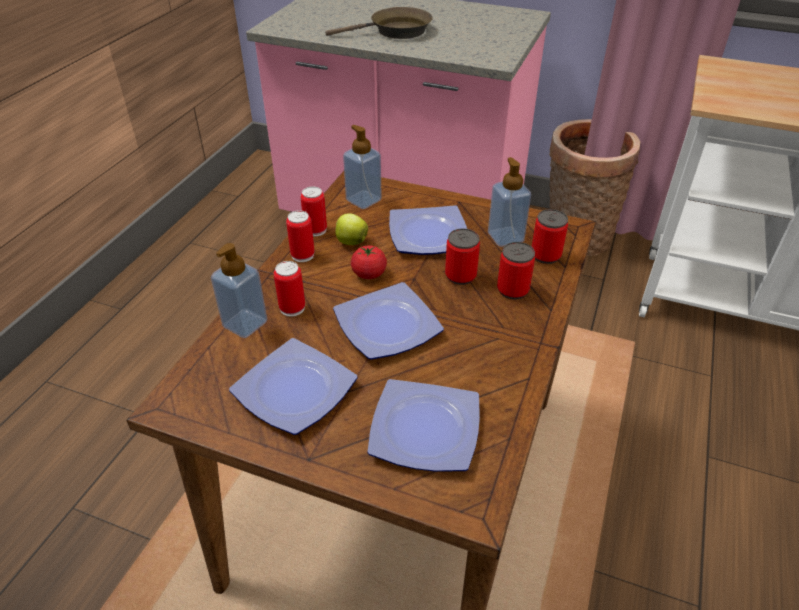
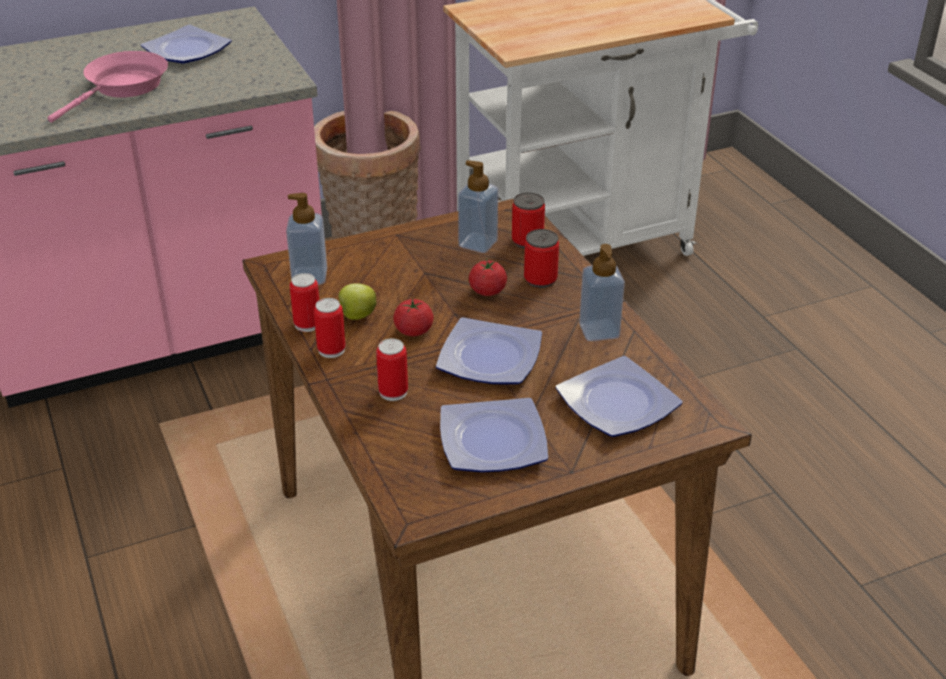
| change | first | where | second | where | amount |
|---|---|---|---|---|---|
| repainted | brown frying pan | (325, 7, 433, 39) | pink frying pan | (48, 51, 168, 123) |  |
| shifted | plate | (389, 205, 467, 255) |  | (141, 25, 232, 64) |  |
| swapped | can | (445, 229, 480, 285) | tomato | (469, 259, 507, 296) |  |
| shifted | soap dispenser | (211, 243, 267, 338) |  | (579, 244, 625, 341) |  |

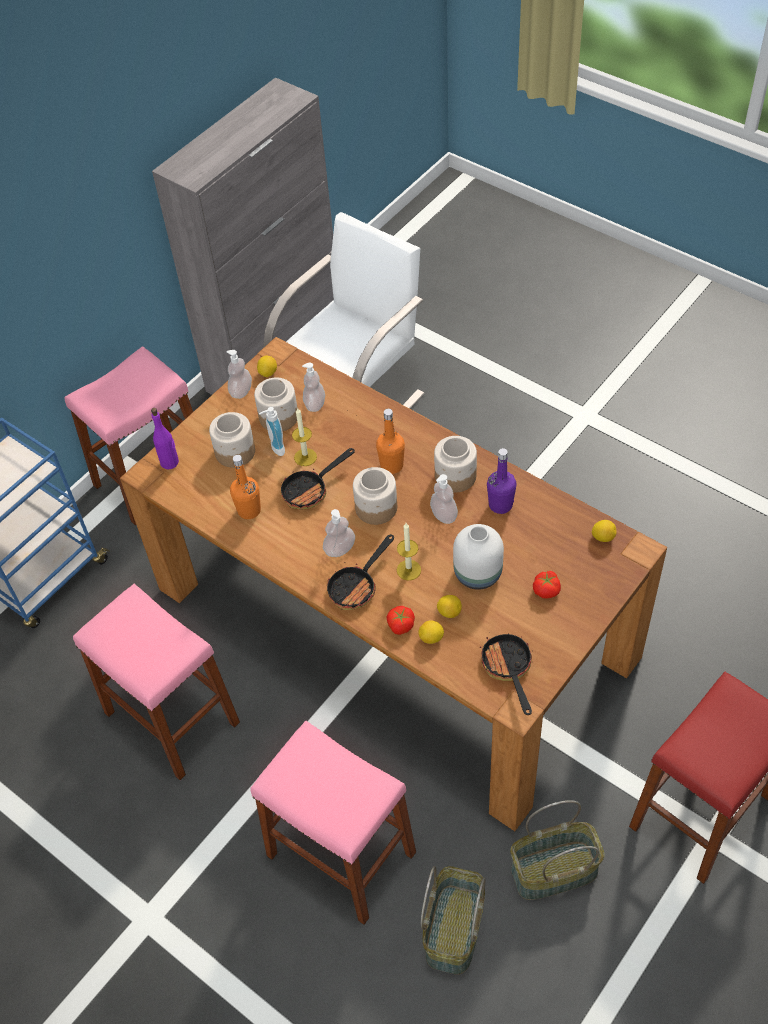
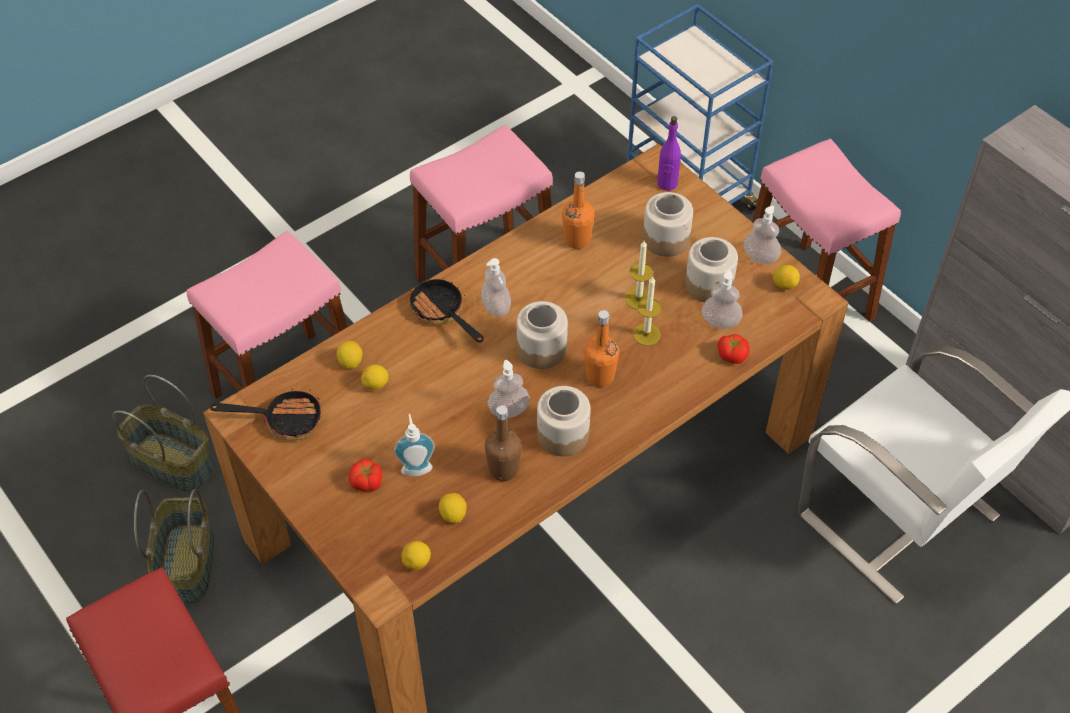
| change | first | where | second | where | amount |
|---|---|---|---|---|---|
| shifted | soap dispenser | (259, 407, 285, 456) |  | (394, 414, 435, 476) |  |
| gone | frying pan | (281, 448, 355, 509) |  |  |  |
| repainted | purple bottle | (487, 448, 516, 514) | brown bottle | (485, 405, 522, 481) |  |
| shifted | candle | (397, 523, 421, 580) |  | (633, 276, 662, 346) |  |
| gone | white vase | (453, 524, 504, 590) |  |  |  |
| shifted | tomato | (386, 606, 415, 635) |  | (717, 334, 750, 364) |  |
| new |  |  | lemon | (439, 493, 467, 523) |  |

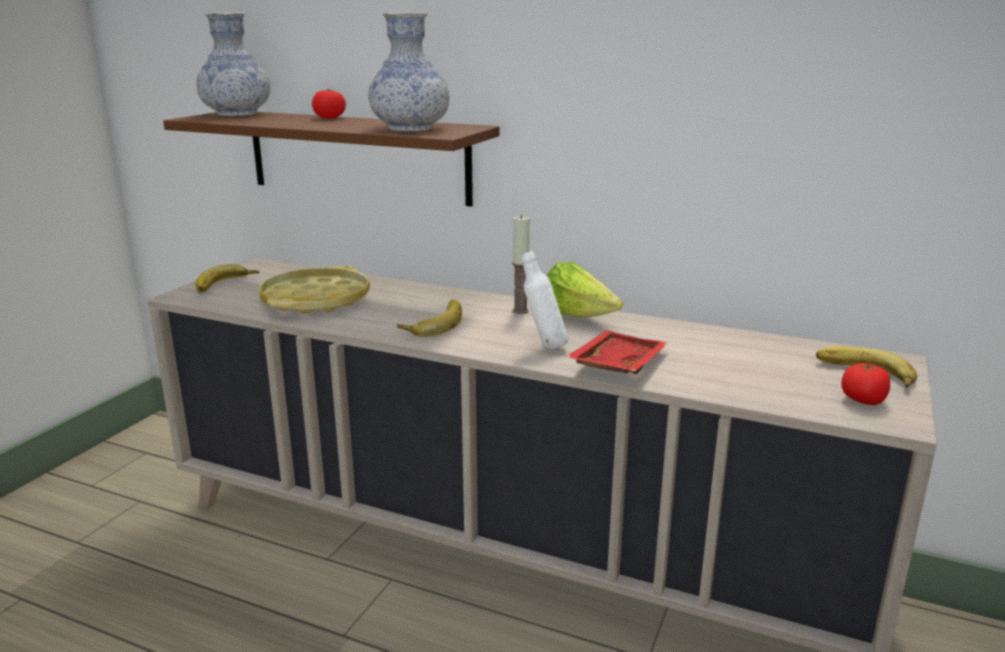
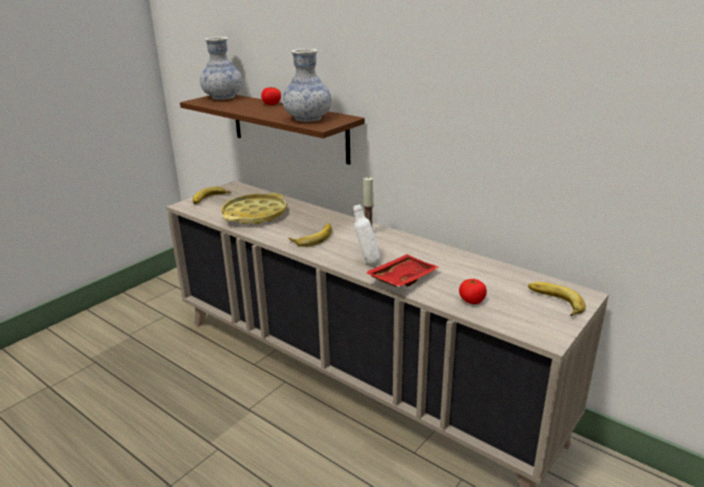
| change | first | where | second | where | amount |
|---|---|---|---|---|---|
| gone | lettuce | (547, 262, 623, 317) |  |  |  |
| shifted | tomato | (841, 363, 890, 405) |  | (459, 279, 487, 304) |  |

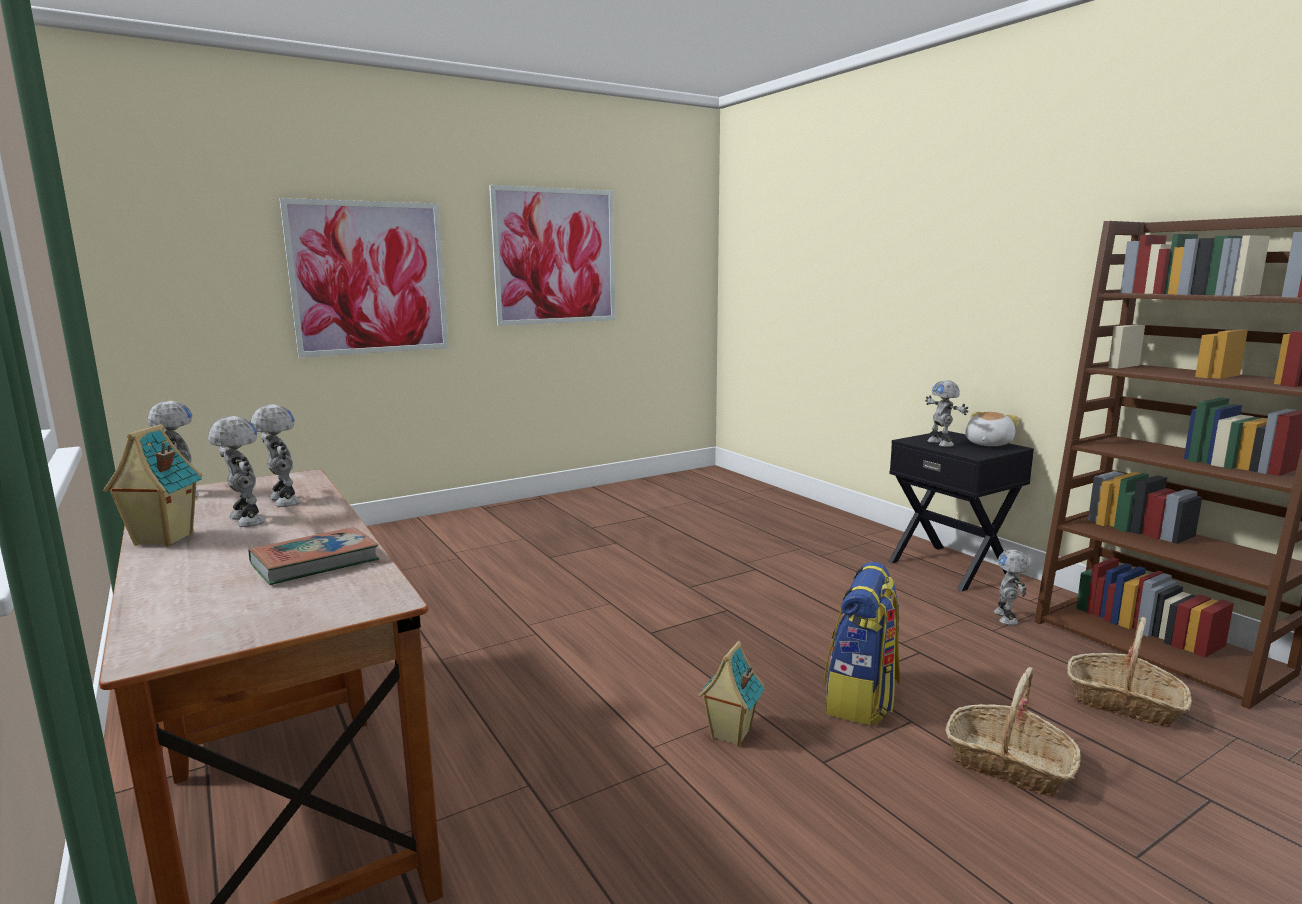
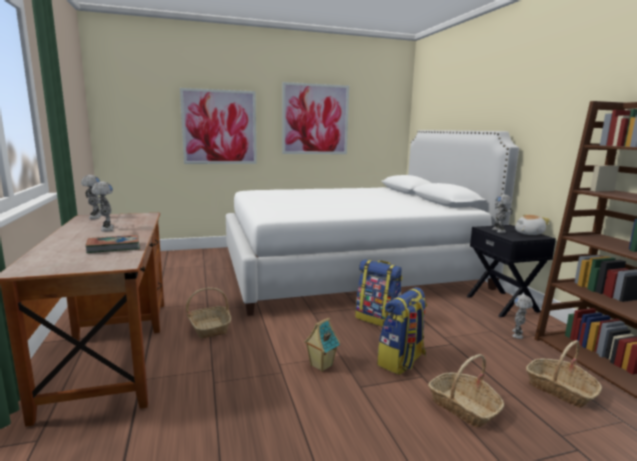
| change | first | where | second | where | amount |
|---|---|---|---|---|---|
| gone | toy robot | (250, 404, 301, 507) |  |  |  |
| gone | toy house | (103, 424, 202, 546) |  |  |  |
| new |  |  | white bed | (226, 130, 519, 316) |  |
| new |  |  | backpack | (356, 259, 403, 327) |  |
| new |  |  | basket | (186, 288, 231, 339) |  |

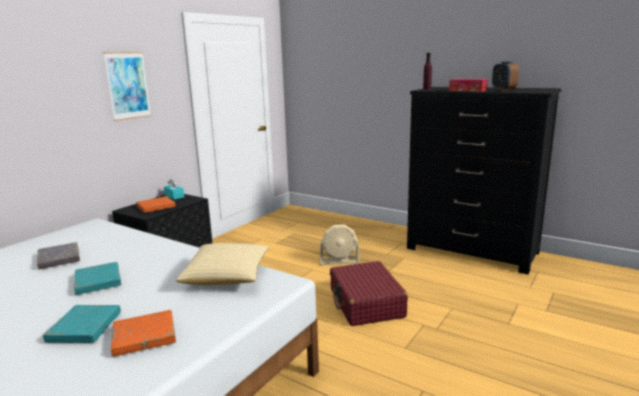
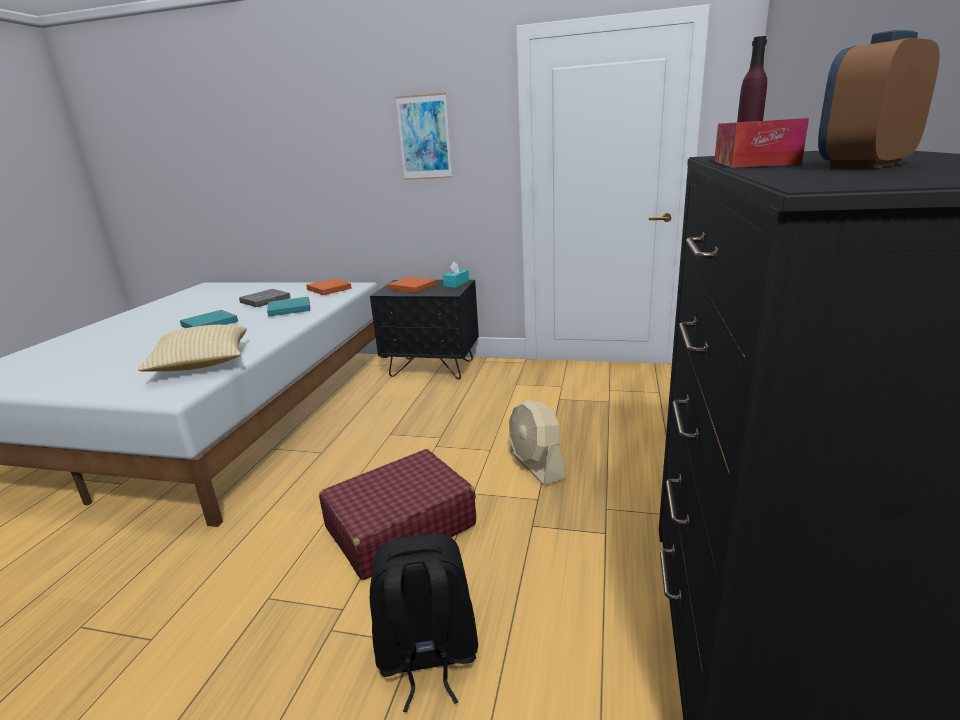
| change | first | where | second | where | amount |
|---|---|---|---|---|---|
| shifted | turquoise book | (43, 305, 121, 343) |  | (267, 297, 311, 316) |  |
| shifted | orange book | (111, 310, 176, 357) |  | (306, 279, 351, 295) |  |
| new |  |  | black backpack | (370, 533, 478, 712) |  |

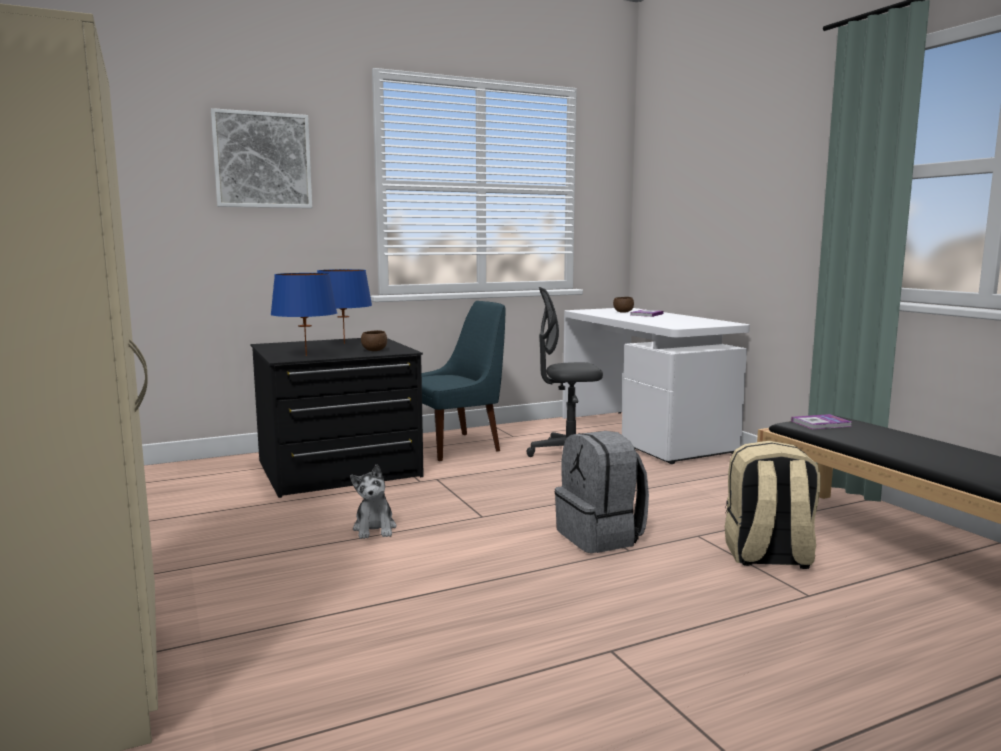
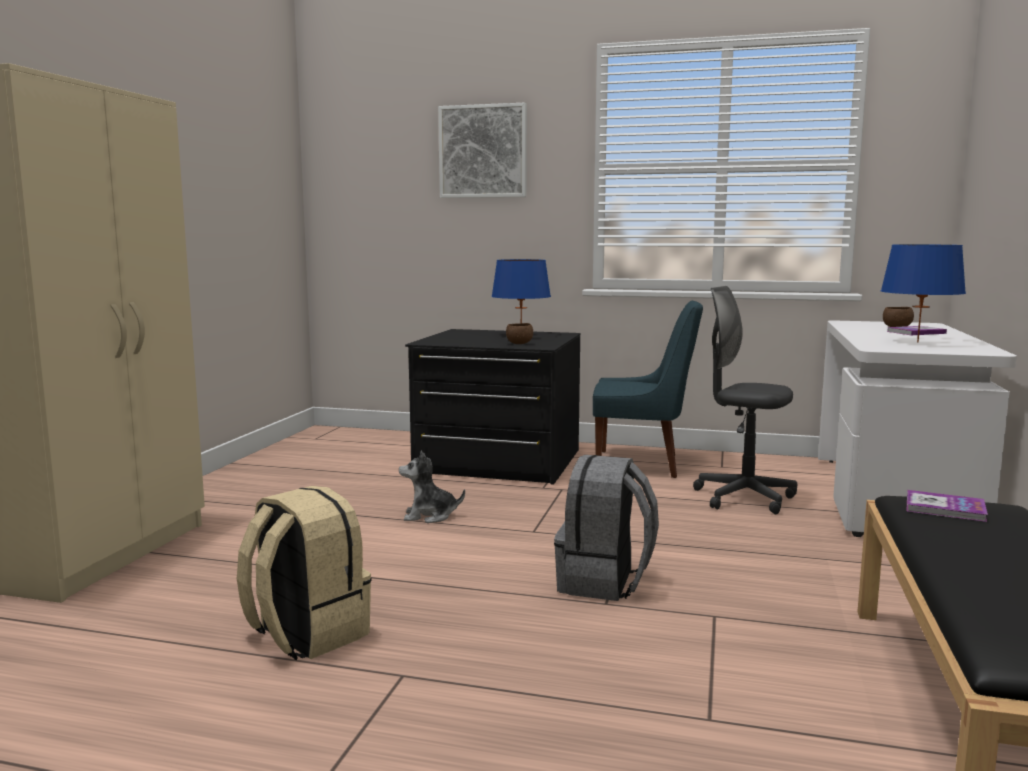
| change | first | where | second | where | amount |
|---|---|---|---|---|---|
| shifted | blue table lamp | (270, 273, 337, 356) |  | (881, 244, 966, 343) |  |
| shifted | beige backpack | (725, 441, 821, 569) |  | (237, 486, 372, 660) |  |
| rotated | plush toy | (350, 465, 397, 539) |  | (399, 451, 465, 523) | 60 degrees clockwise |

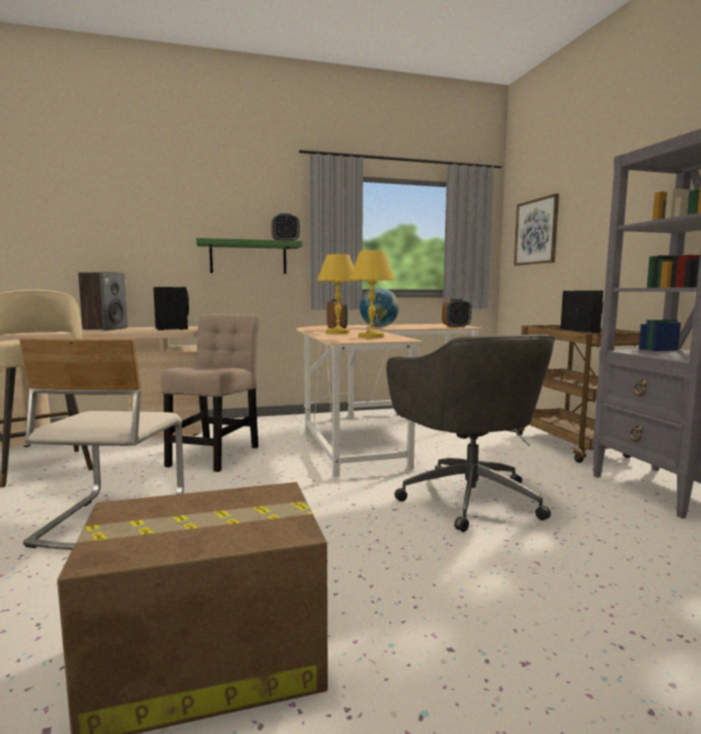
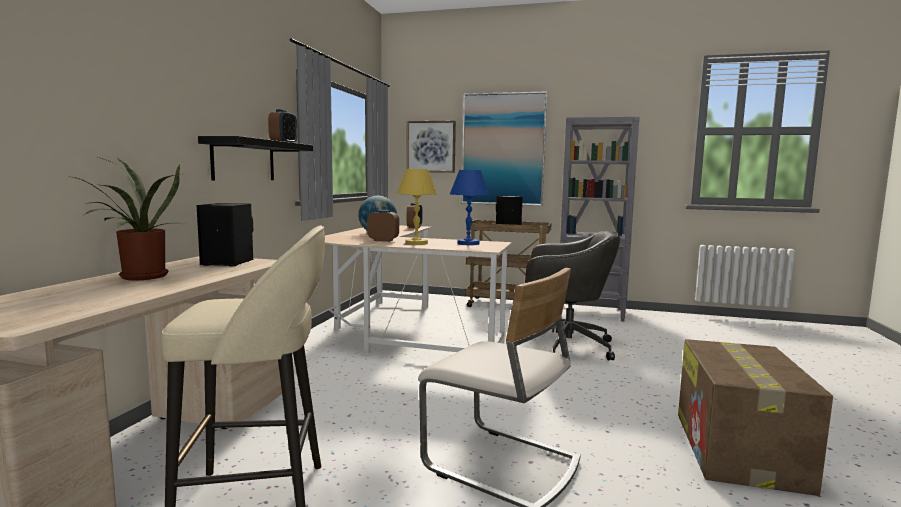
| change | first | where | second | where | amount |
|---|---|---|---|---|---|
| repainted | green shelf | (196, 238, 302, 274) | black shelf | (198, 136, 313, 180) |  |
| repainted | yellow table lamp | (349, 250, 395, 338) | blue table lamp | (450, 170, 489, 245) |  |
| swapped | speaker | (78, 272, 128, 331) | potted plant | (73, 157, 192, 280) |  |
| gone | beige chair | (161, 314, 260, 472) |  |  |  |
| new |  |  | picture | (461, 92, 547, 206) |  |

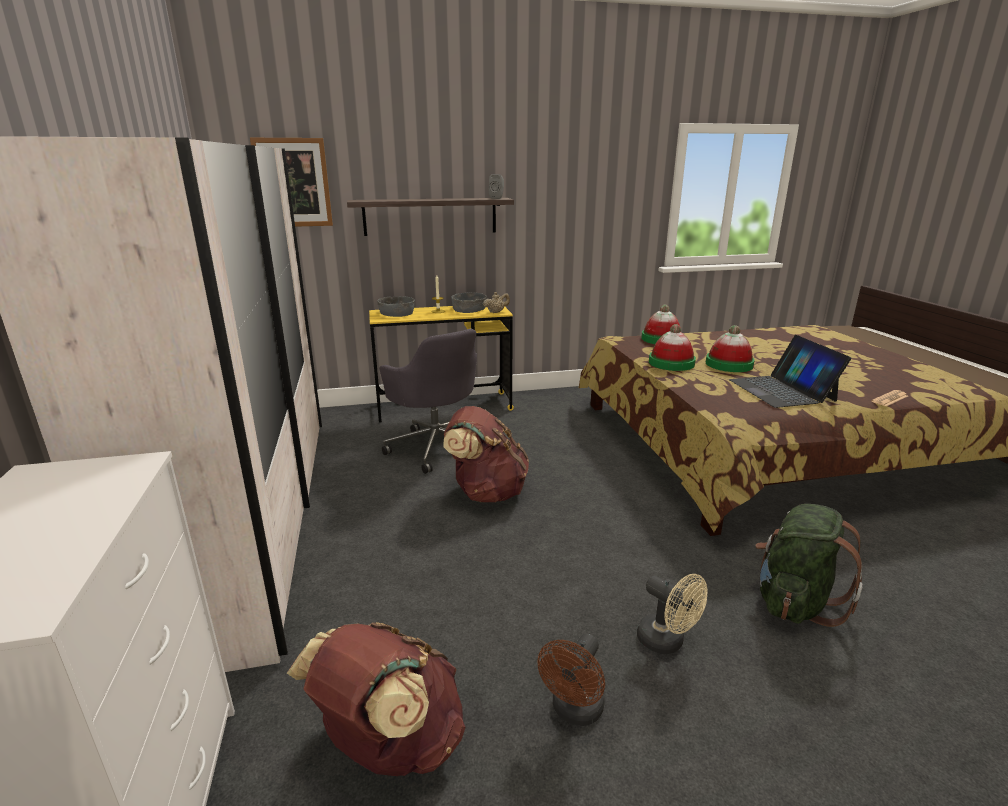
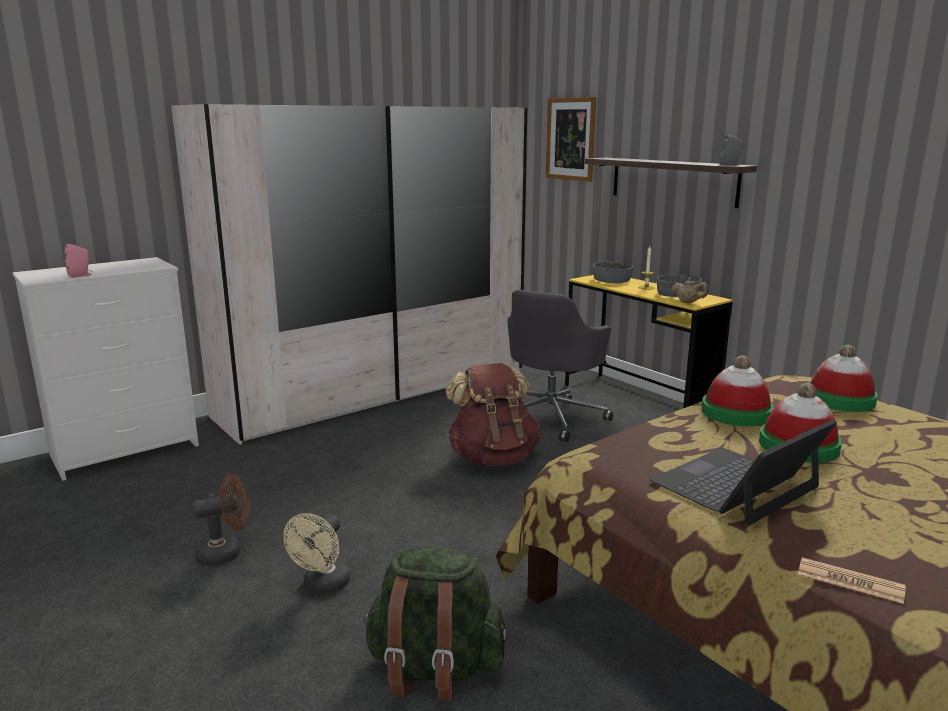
| change | first | where | second | where | amount |
|---|---|---|---|---|---|
| gone | brown backpack | (287, 622, 465, 776) |  |  |  |
| rotated | brown fan | (537, 633, 605, 726) |  | (192, 474, 249, 566) | 150 degrees clockwise |
| new |  |  | pink speaker | (64, 244, 92, 278) |  |

